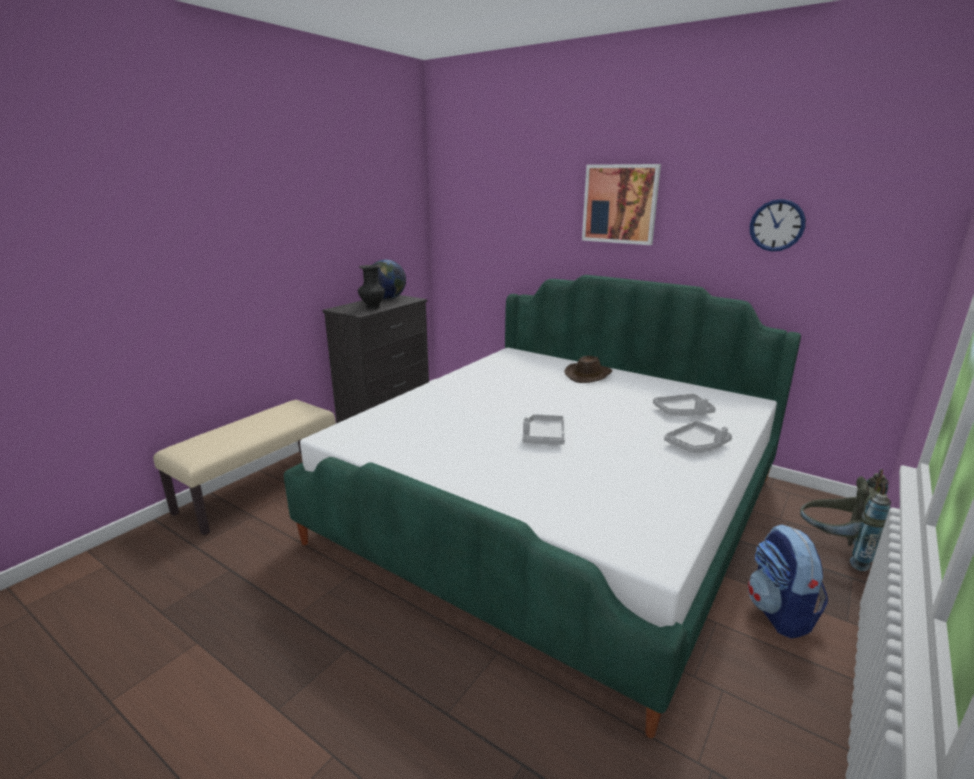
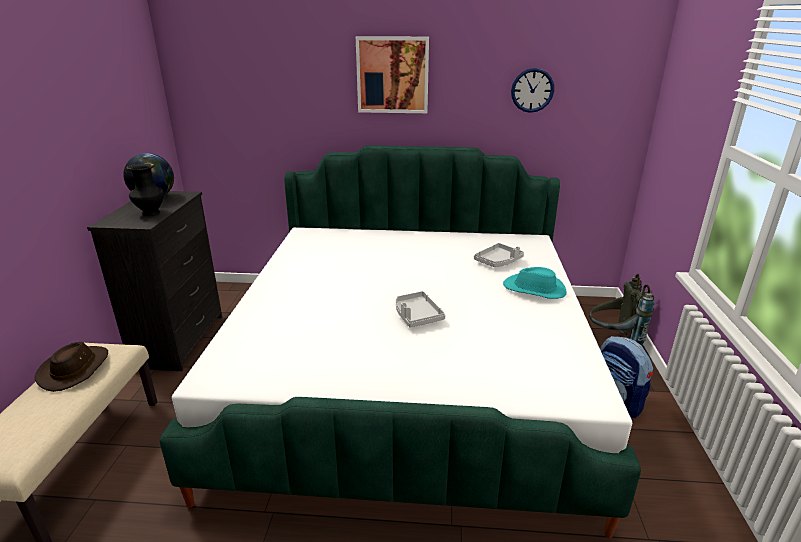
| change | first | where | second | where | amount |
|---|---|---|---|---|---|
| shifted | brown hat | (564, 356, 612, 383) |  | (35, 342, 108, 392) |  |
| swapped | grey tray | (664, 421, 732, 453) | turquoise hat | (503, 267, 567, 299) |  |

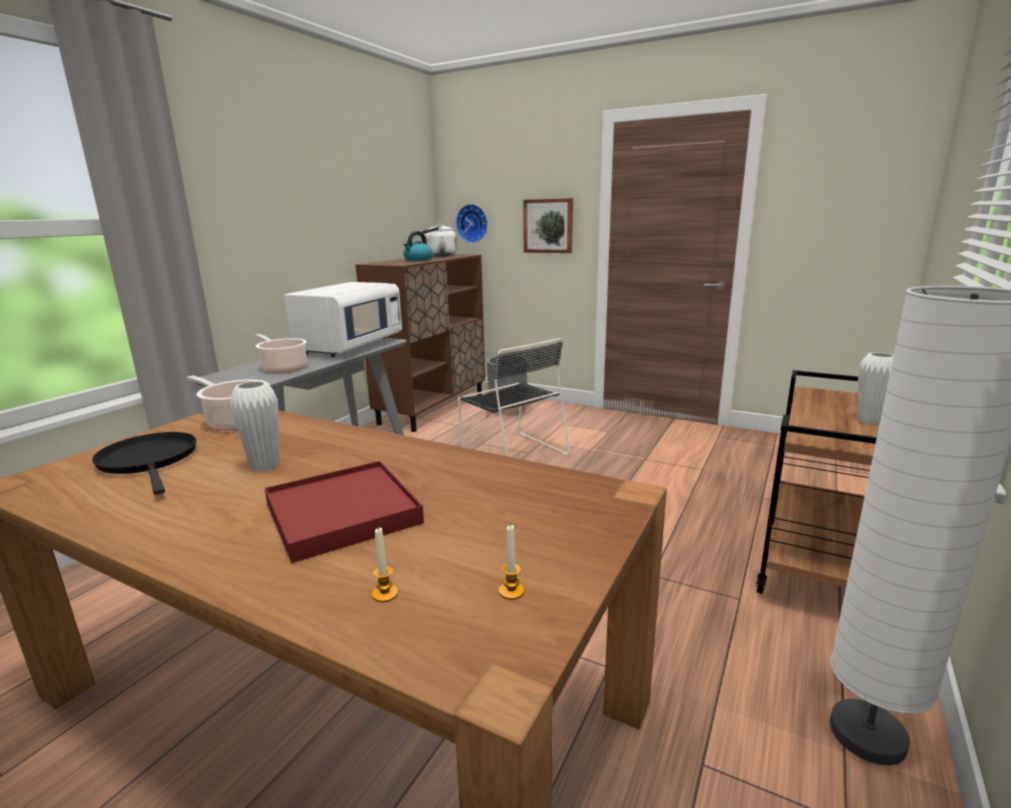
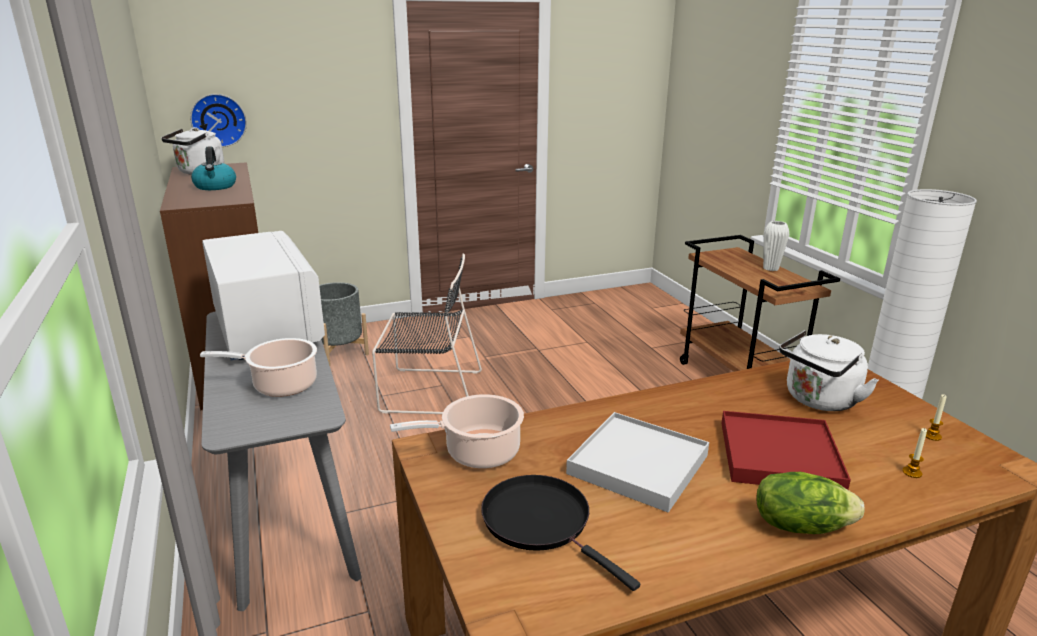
| change | first | where | second | where | amount |
|---|---|---|---|---|---|
| gone | picture | (523, 198, 573, 253) |  |  |  |
| swapped | white vase | (230, 381, 279, 472) | white tray | (566, 412, 709, 513) |  |
| rotated | black frying pan | (92, 432, 196, 495) |  | (481, 475, 640, 591) | 45 degrees clockwise |
| new |  |  | white kettle | (779, 330, 879, 411) |  |
| new |  |  | lettuce | (756, 472, 864, 534) |  |

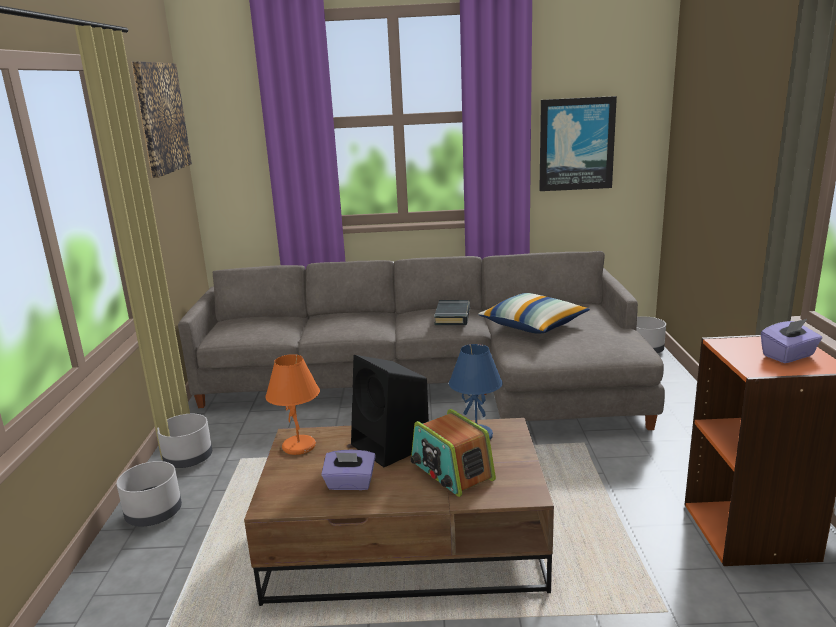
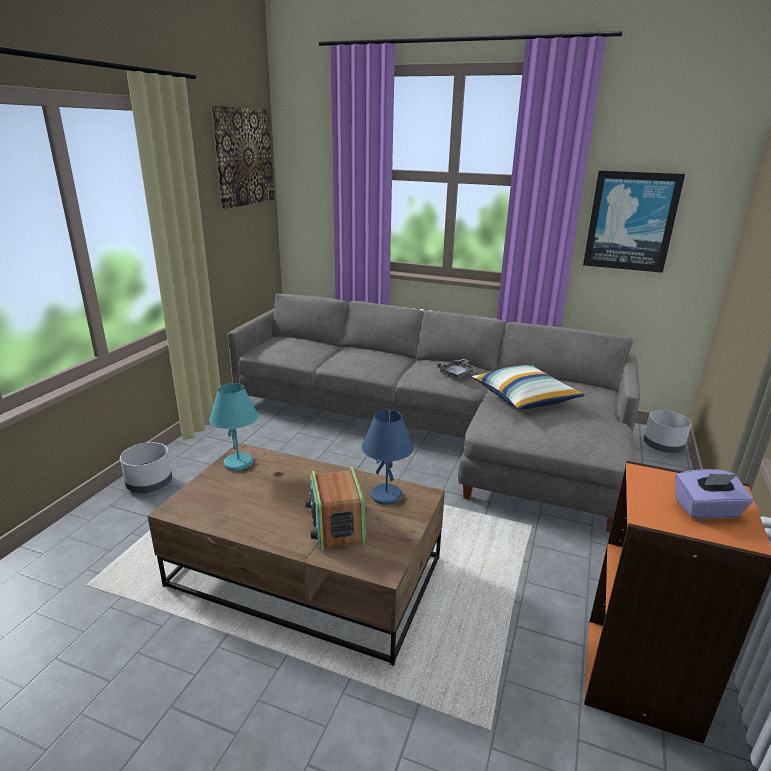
| change | first | where | second | where | amount |
|---|---|---|---|---|---|
| swapped | black book | (434, 300, 470, 325) | grey tray | (437, 359, 477, 378) |  |
| repainted | orange table lamp | (265, 354, 320, 455) | turquoise table lamp | (209, 383, 258, 471) |  |
| gone | black speaker | (351, 355, 429, 467) |  |  |  |
| gone | grey planter | (157, 414, 212, 468) |  |  |  |
| gone | purple tissue box | (321, 450, 376, 490) |  |  |  |

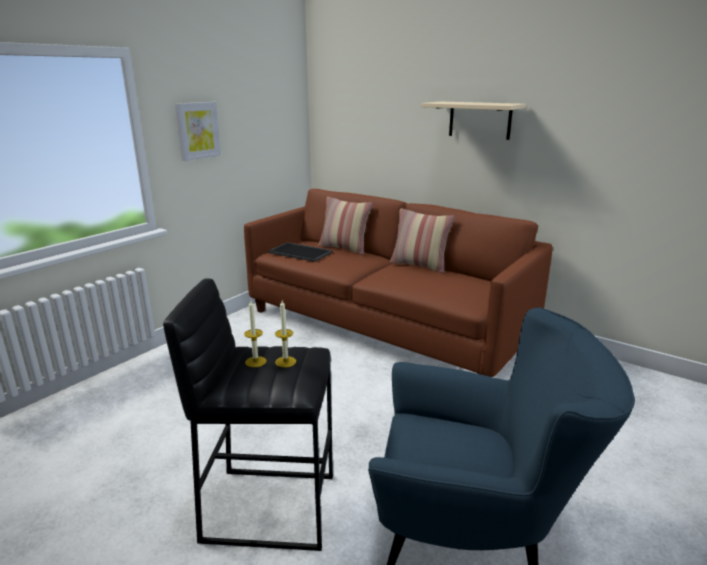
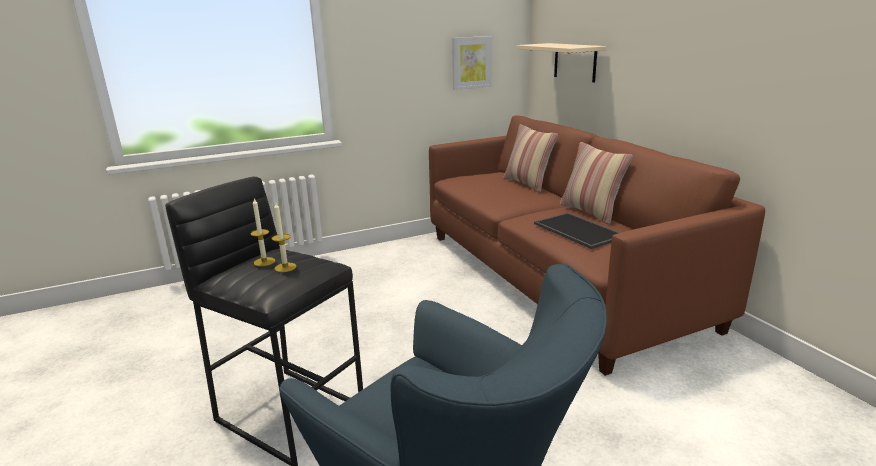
| change | first | where | second | where | amount |
|---|---|---|---|---|---|
| shifted | picture | (175, 102, 221, 161) |  | (452, 36, 492, 90) |  |
| shifted | beige shelf | (421, 102, 526, 140) |  | (517, 43, 607, 82) |  |
| shifted | tray | (268, 242, 333, 262) |  | (534, 213, 620, 249) |  |

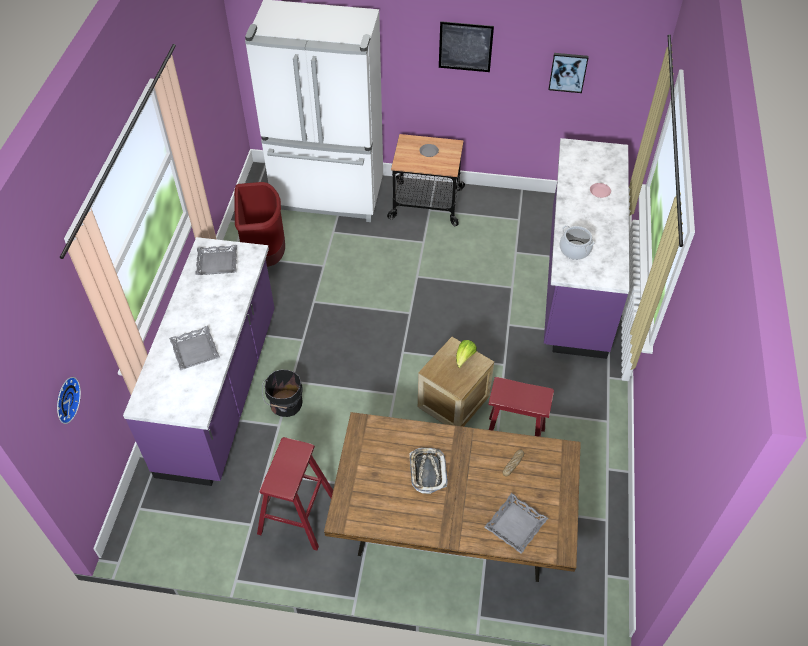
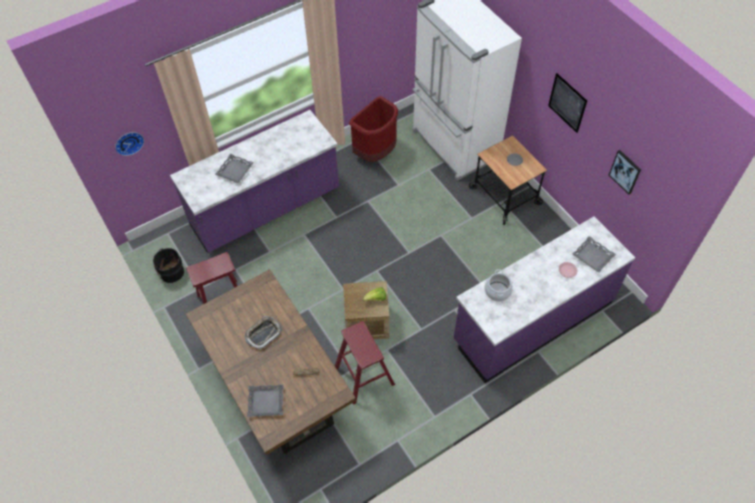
| change | first | where | second | where | amount |
|---|---|---|---|---|---|
| shifted | grey tray | (195, 245, 237, 275) |  | (572, 236, 616, 273) |  |
| shifted | black bucket | (262, 370, 303, 417) |  | (153, 248, 184, 283) |  |

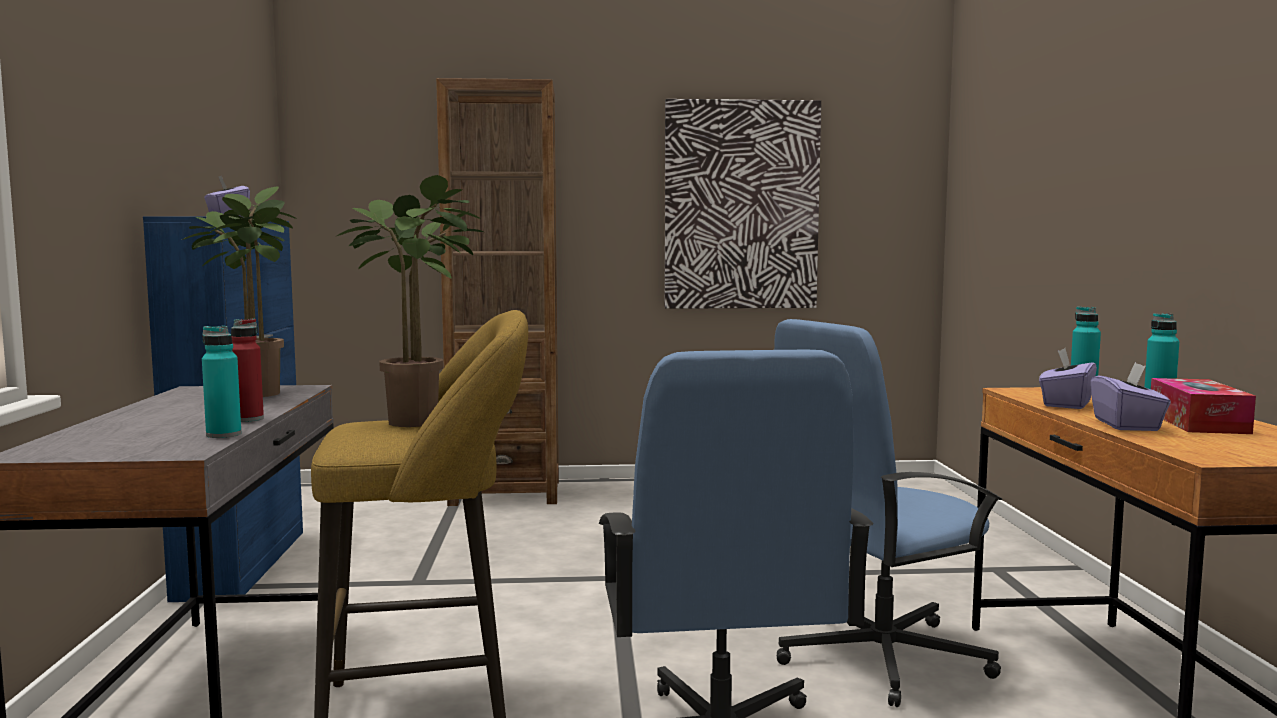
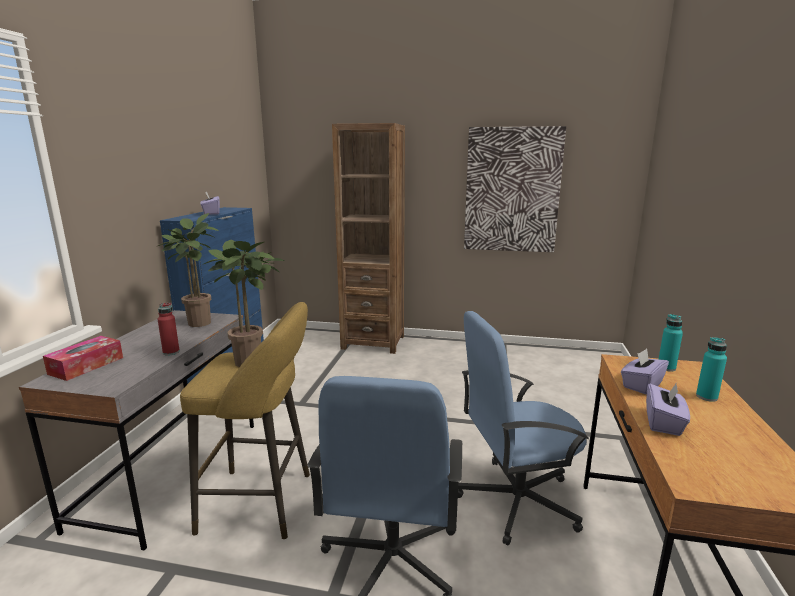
| change | first | where | second | where | amount |
|---|---|---|---|---|---|
| gone | turquoise bottle | (202, 326, 241, 438) |  |  |  |
| shifted | tissue box | (1151, 378, 1256, 434) |  | (43, 336, 123, 381) |  |

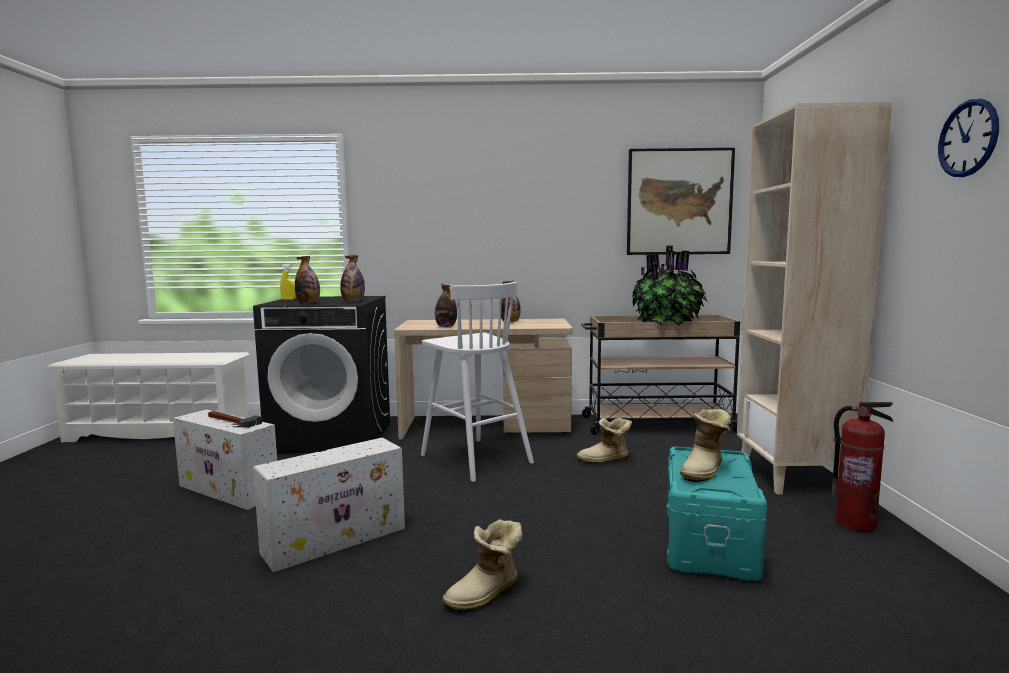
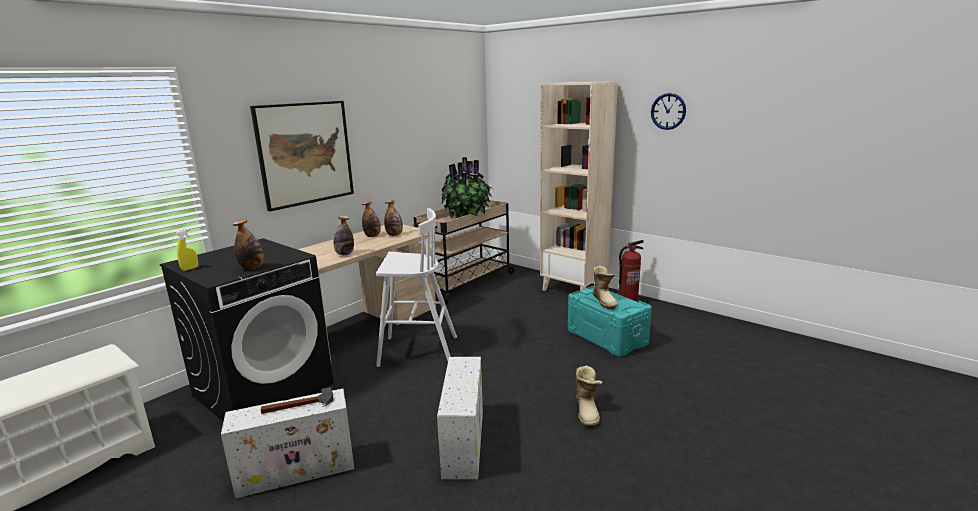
| change | first | where | second | where | amount |
|---|---|---|---|---|---|
| shifted | picture | (627, 148, 735, 255) |  | (250, 101, 354, 212) |  |
| shifted | bottle | (340, 255, 365, 302) |  | (384, 200, 403, 236) |  |
| gone | boot | (577, 418, 632, 463) |  |  |  |

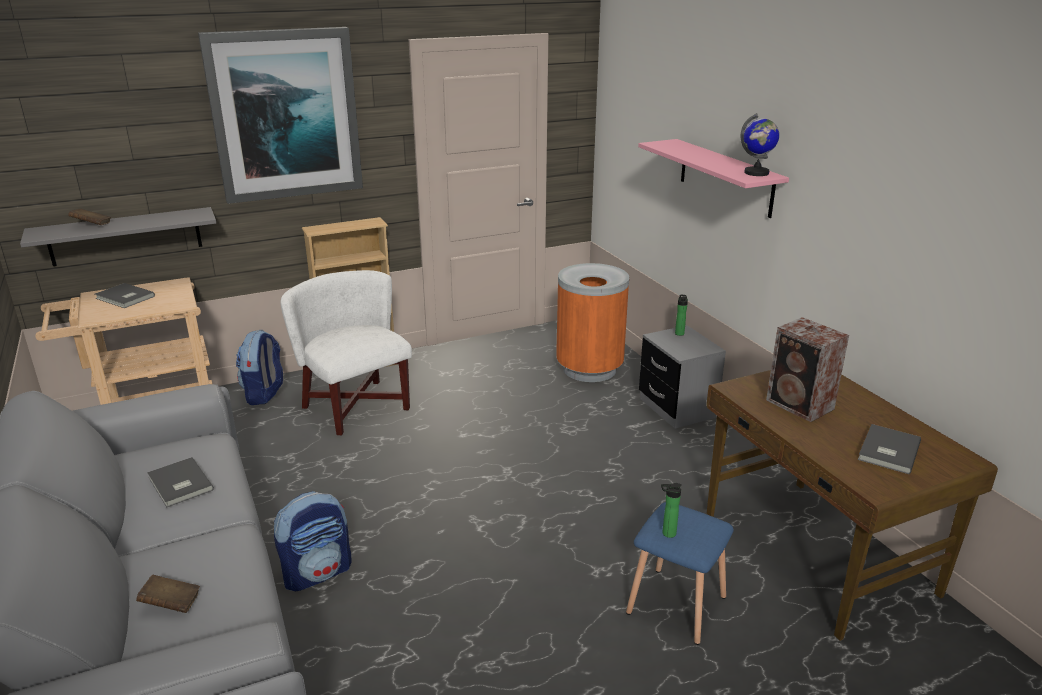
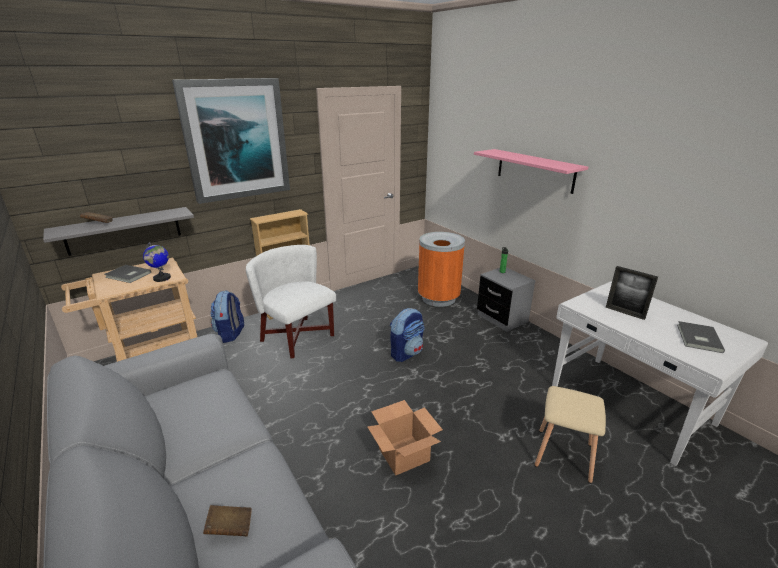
| change | first | where | second | where | amount |
|---|---|---|---|---|---|
| shifted | globe | (741, 113, 779, 176) |  | (143, 242, 171, 282) |  |
| swapped | speaker | (766, 317, 849, 422) | picture frame | (606, 266, 658, 320) |  |
| repainted | brown desk | (706, 370, 998, 641) | white desk | (552, 281, 768, 466) |  |
| gone | grey book | (147, 457, 214, 507) |  |  |  |
| gone | bottle | (661, 483, 682, 538) |  |  |  |
| shifted | backpack | (274, 491, 351, 591) |  | (390, 308, 425, 362) |  |
| repainted | blue stool | (626, 502, 734, 645) | beige stool | (535, 386, 606, 483) |  |
| new |  |  | cardboard box | (367, 400, 443, 475) |  |

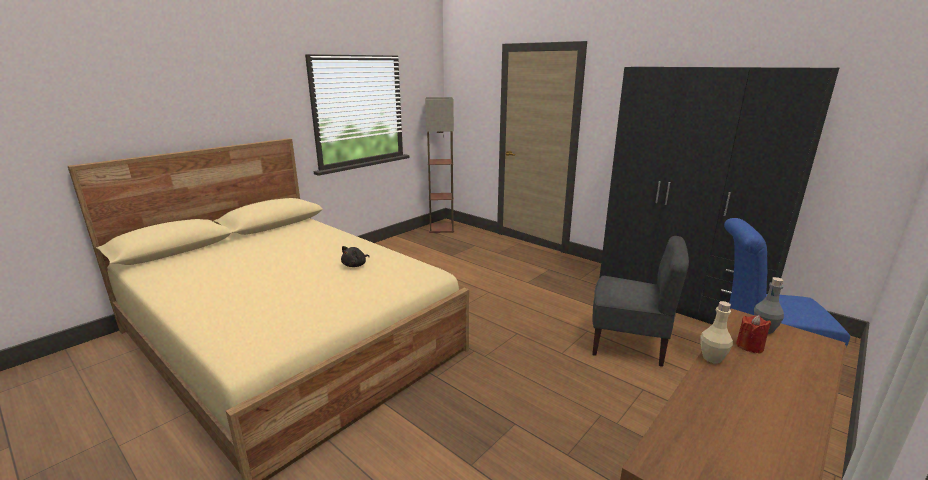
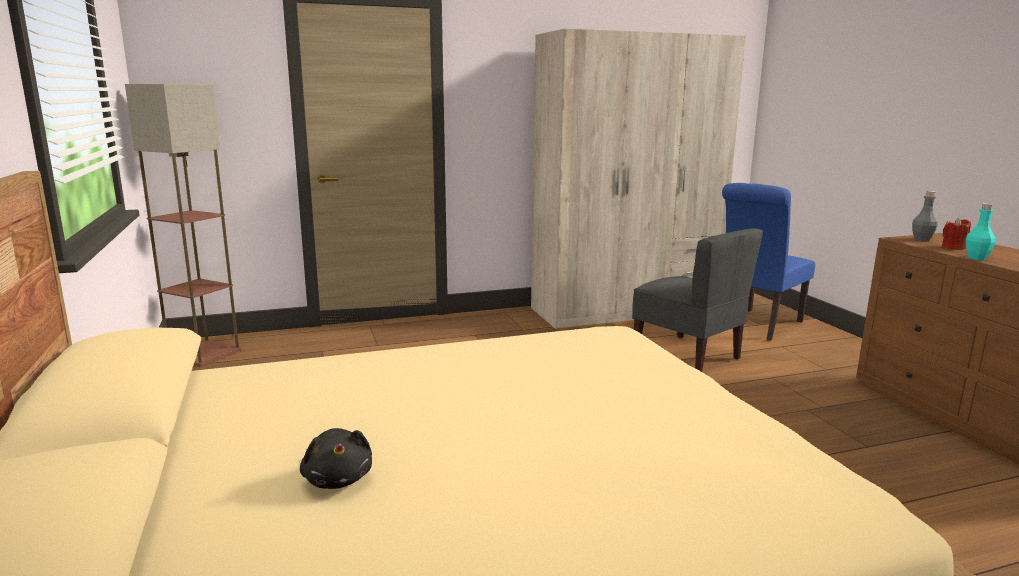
| change | first | where | second | where | amount |
|---|---|---|---|---|---|
| repainted | black wardrobe | (599, 67, 839, 324) | beige wardrobe | (531, 29, 746, 329) |  |
| rotated | grey chair | (592, 236, 689, 367) |  | (632, 228, 763, 372) | 90 degrees clockwise |
| shifted | black plush toy | (341, 246, 370, 267) |  | (300, 428, 372, 489) |  |
| repainted | beige bottle | (701, 301, 733, 363) | turquoise bottle | (966, 203, 996, 260) |  |

